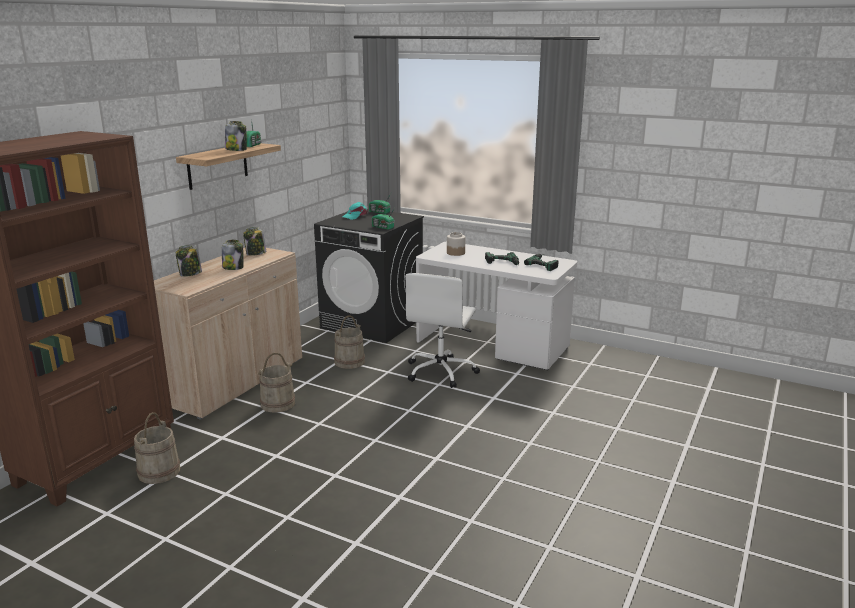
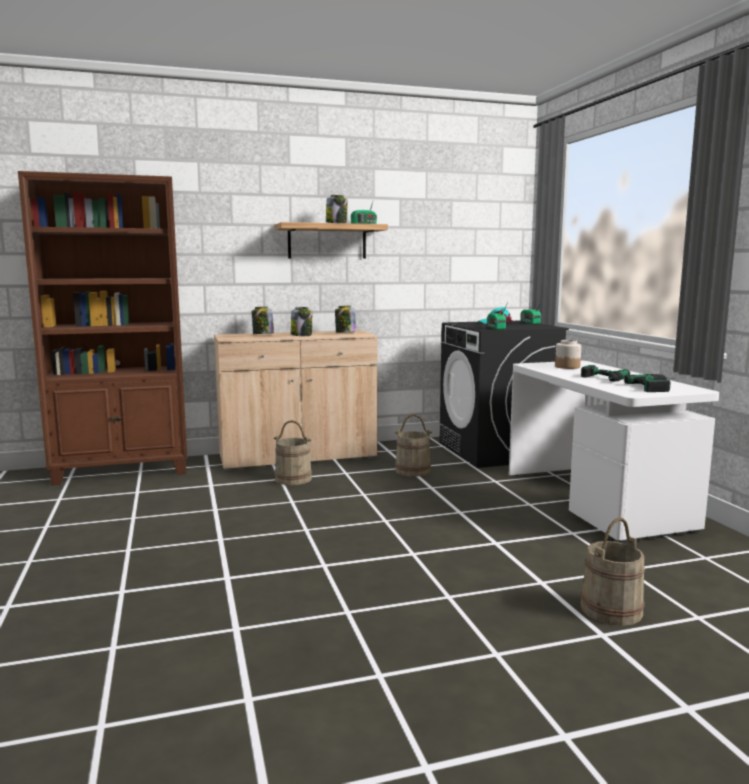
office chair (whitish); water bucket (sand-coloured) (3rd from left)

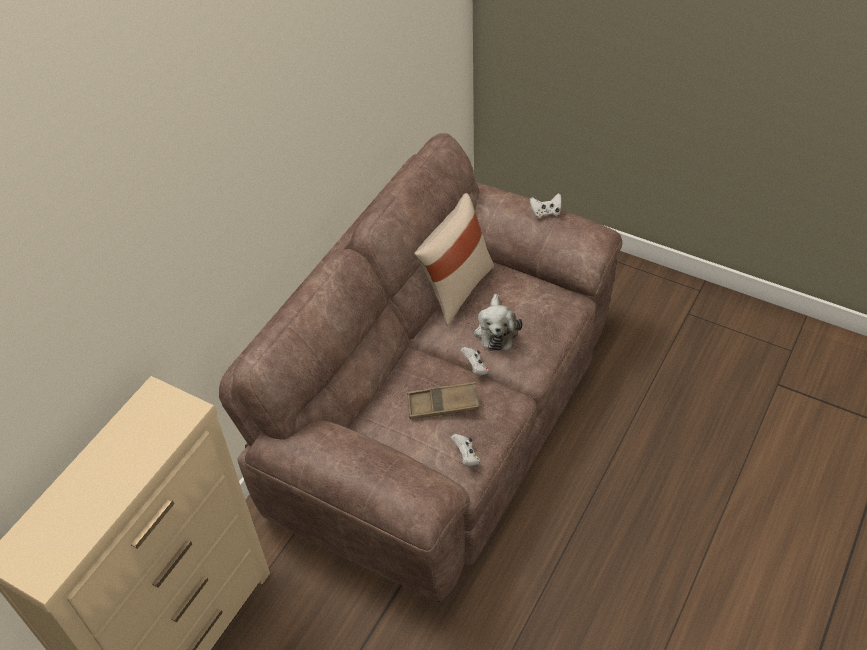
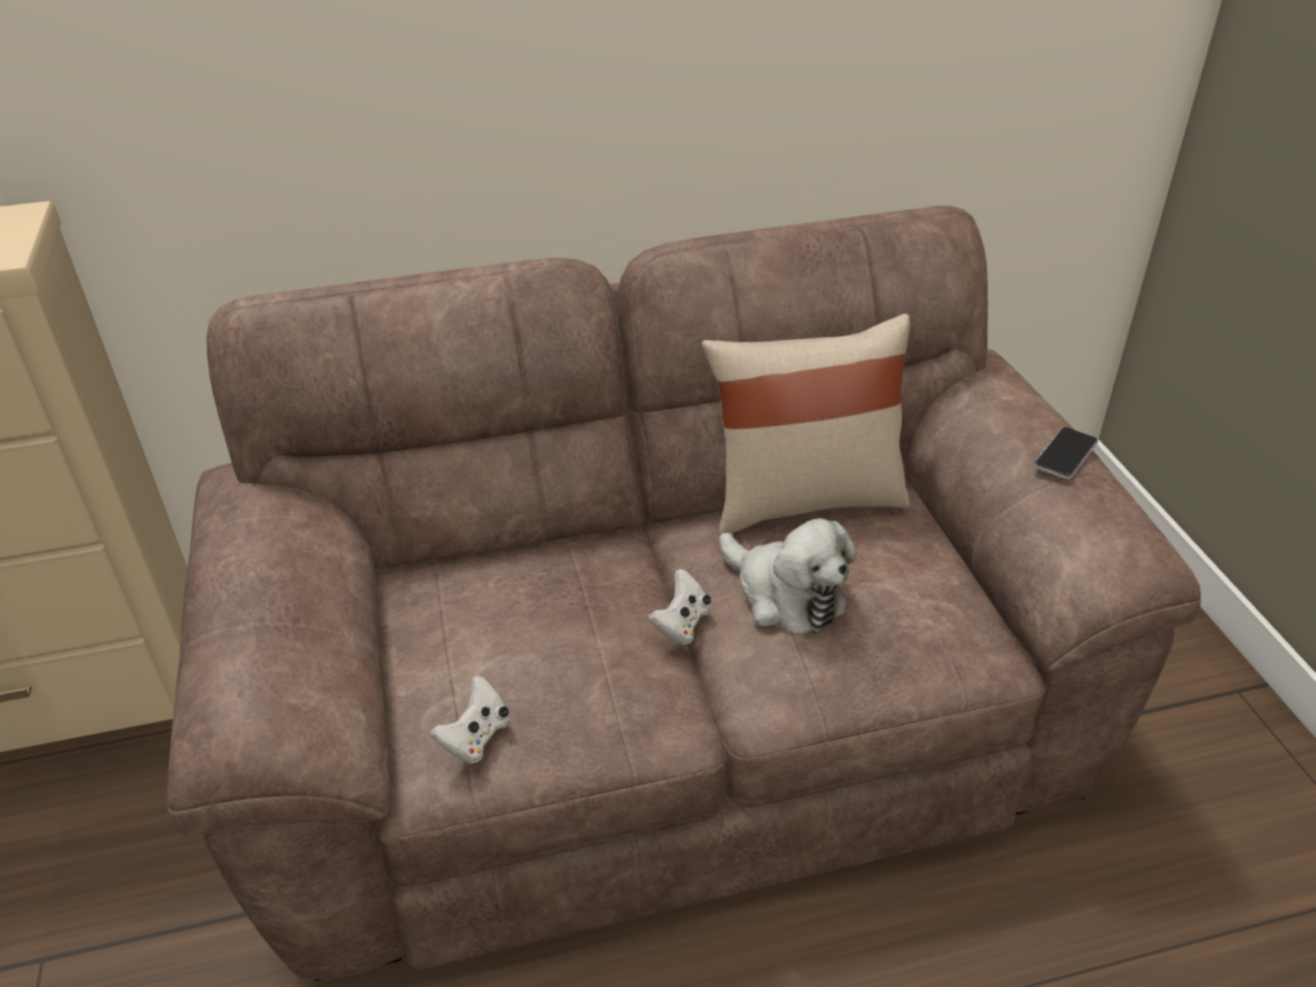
phone; soft toy; carrying tray (brown-coloured)

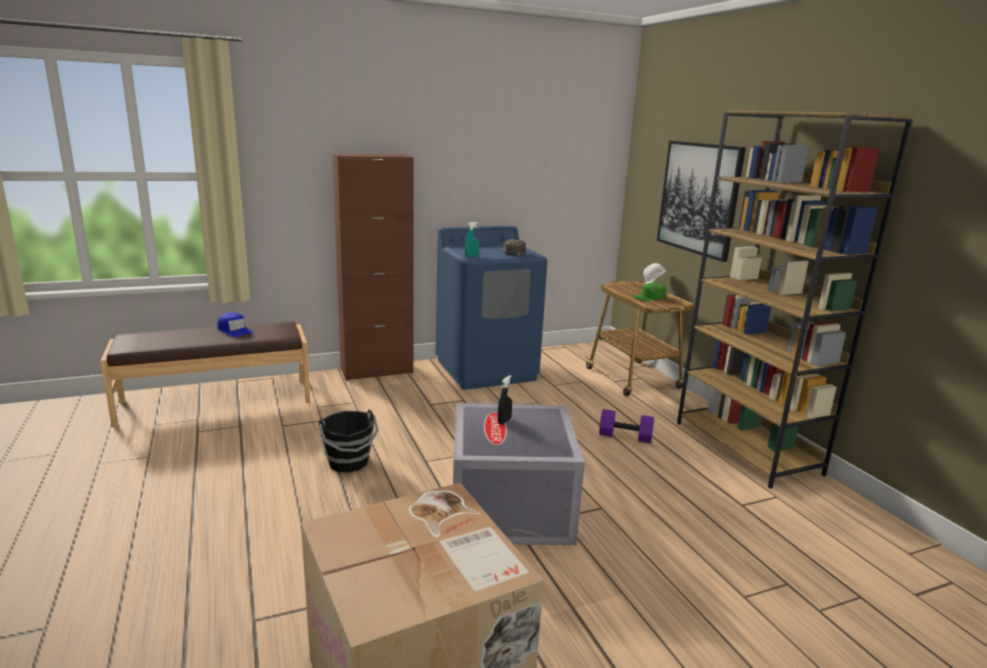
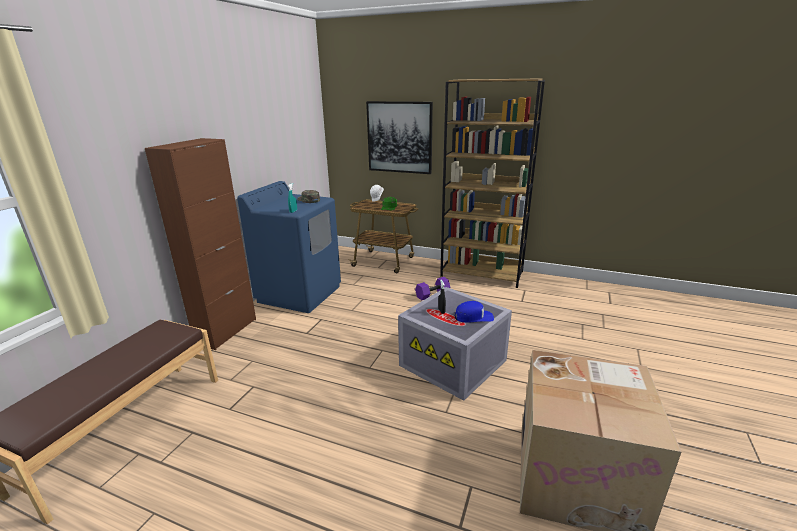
cap (bluish); water bucket (blackish)

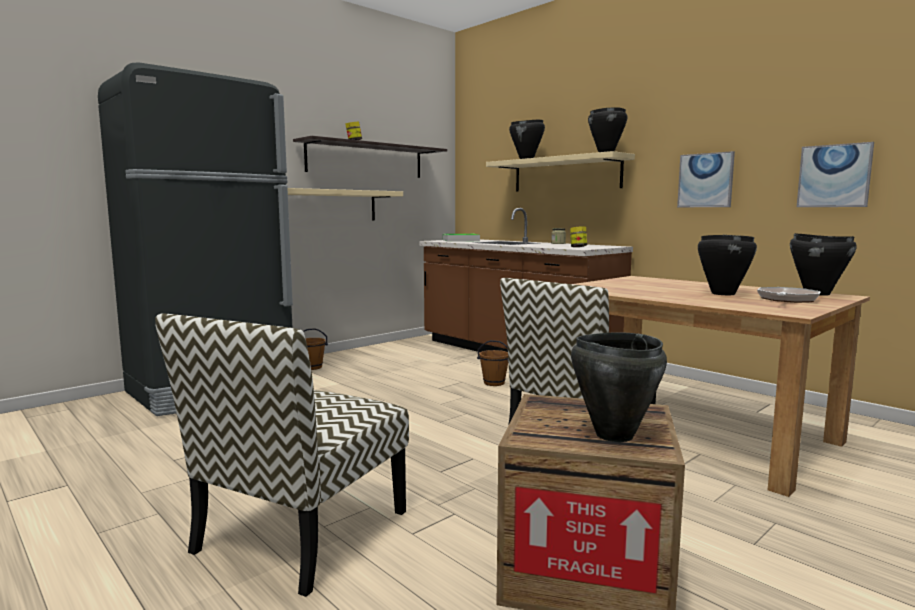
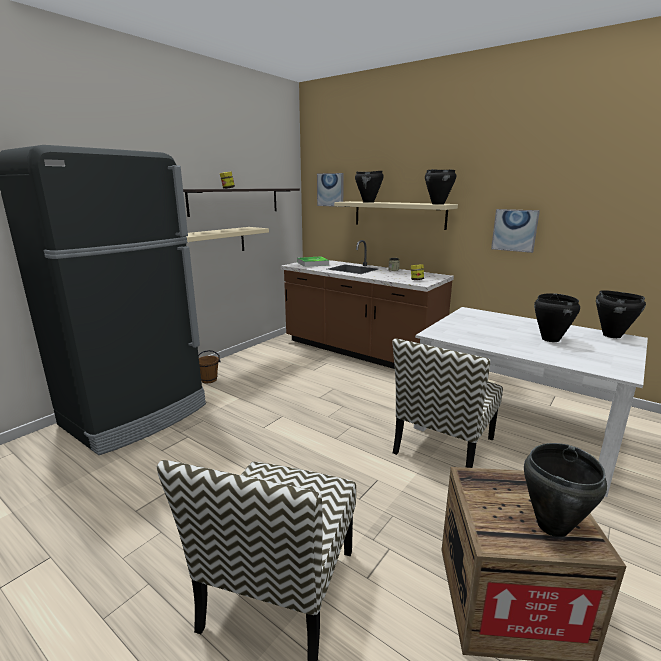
picture (1st from left); dining table (whitish); pan; water bucket (brown-coloured) (2nd from left in the first image)

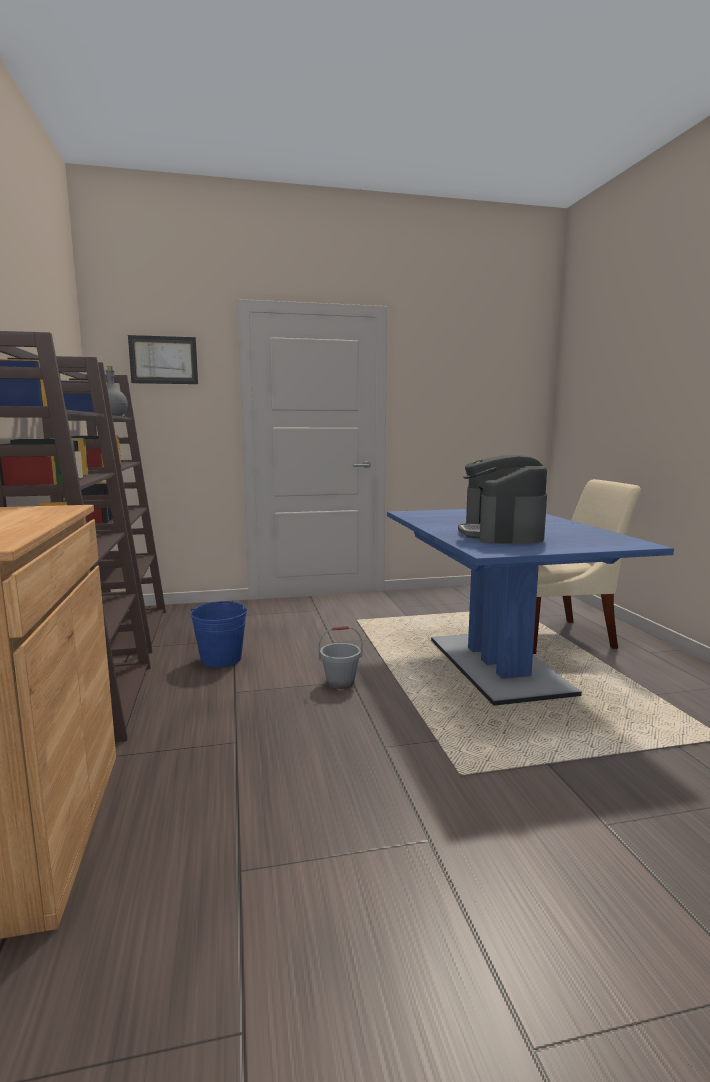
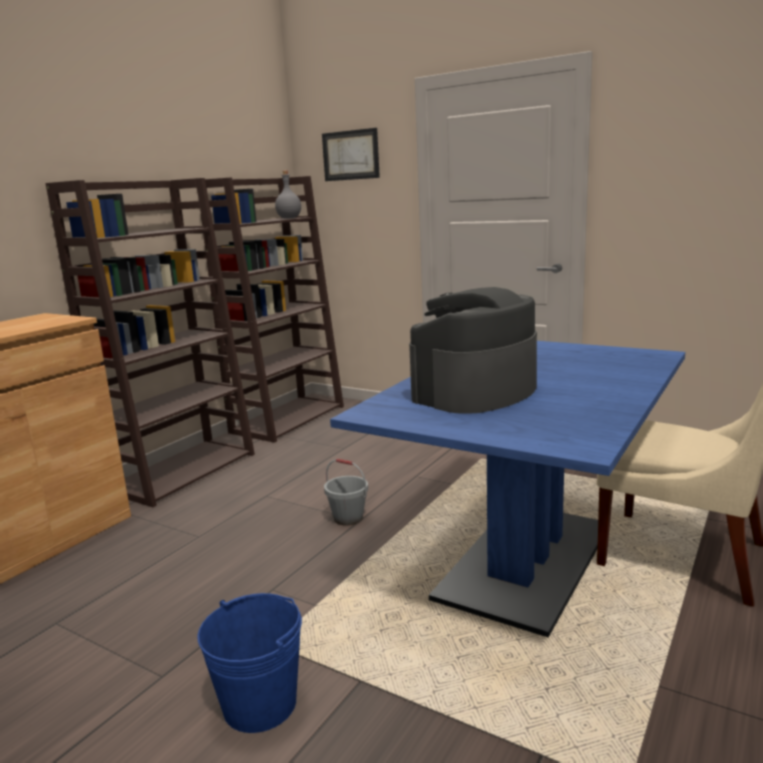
water bucket (bluish)

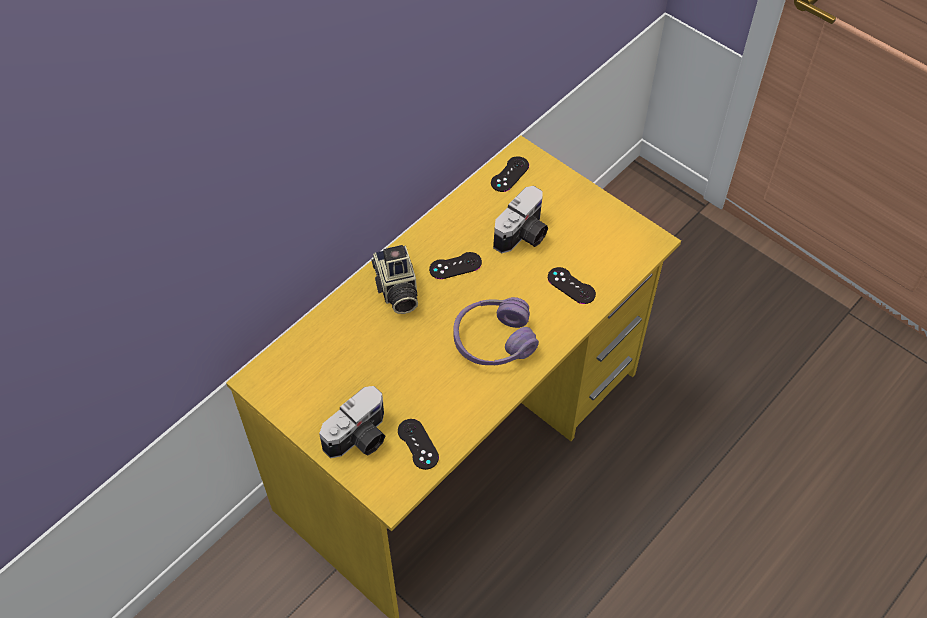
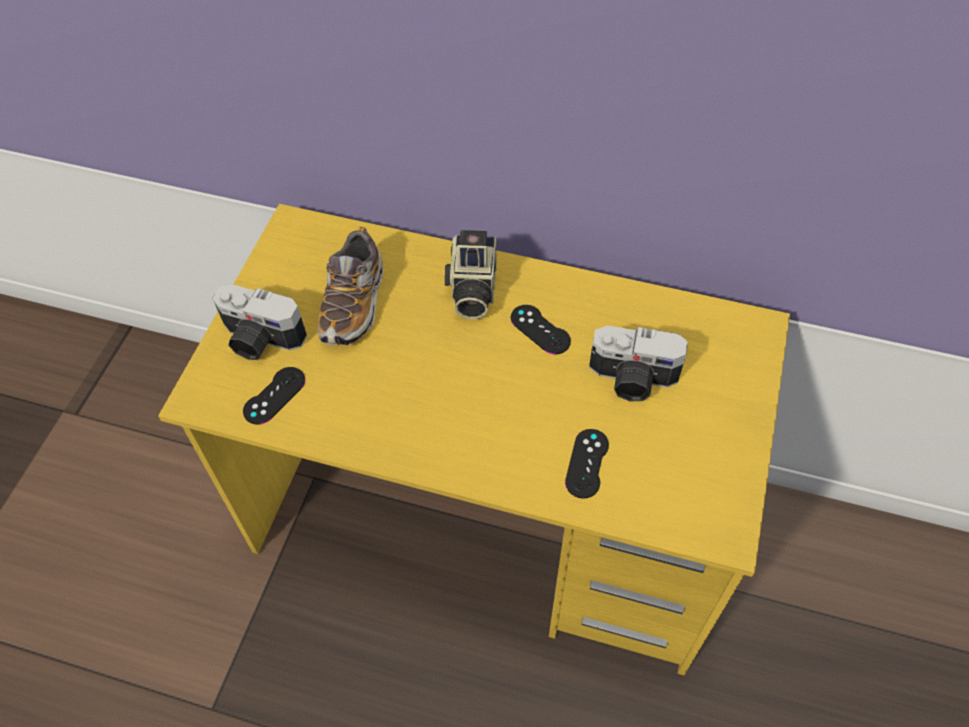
game controller (blackish) (3rd from left in the first image); still camera (2nd from left); headphones (purplish); low shoe

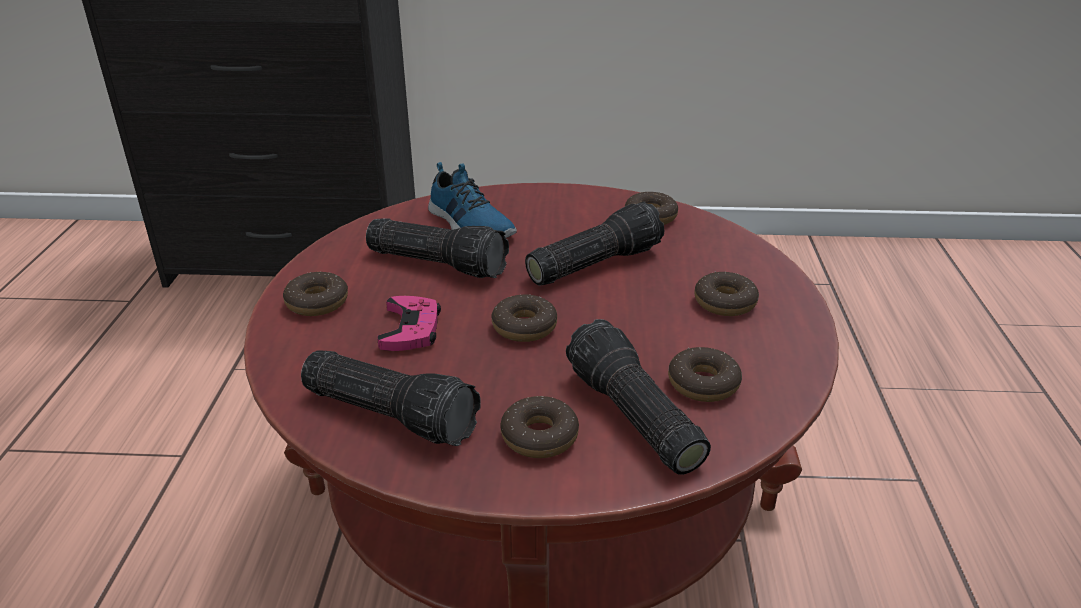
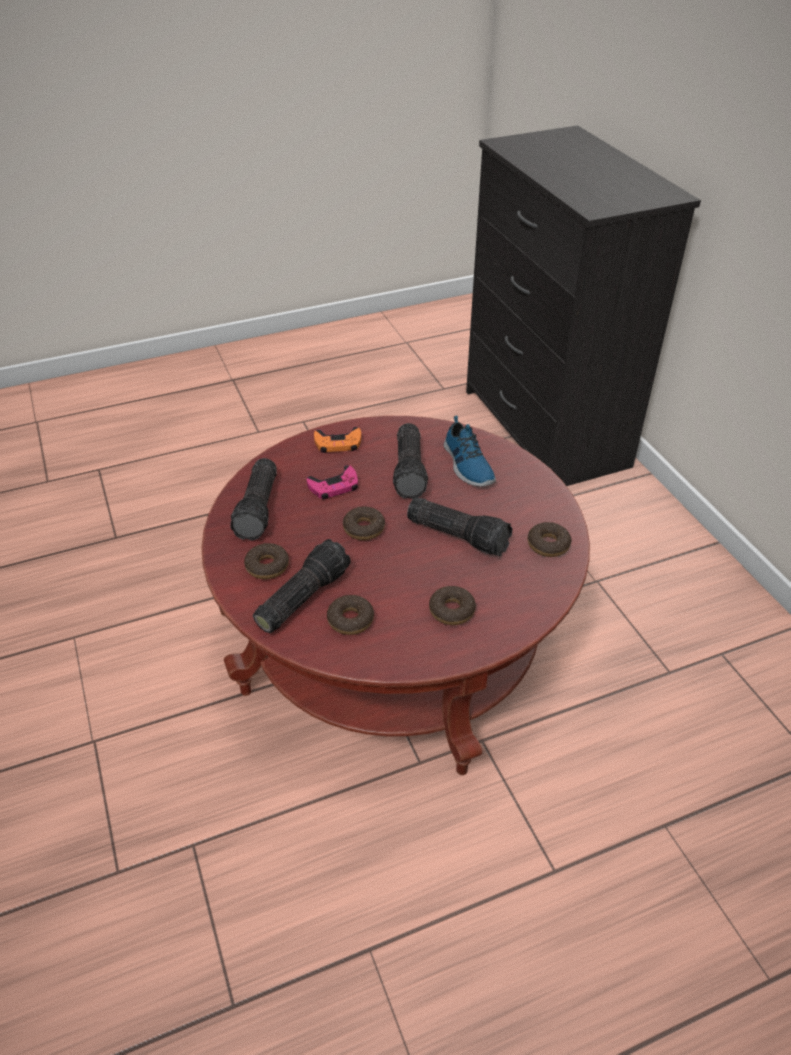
low shoe; game controller (orangey)

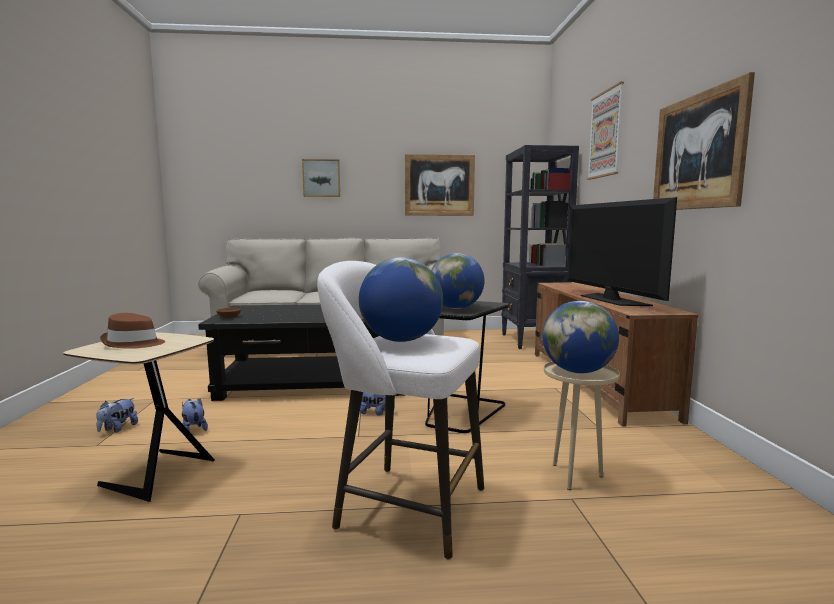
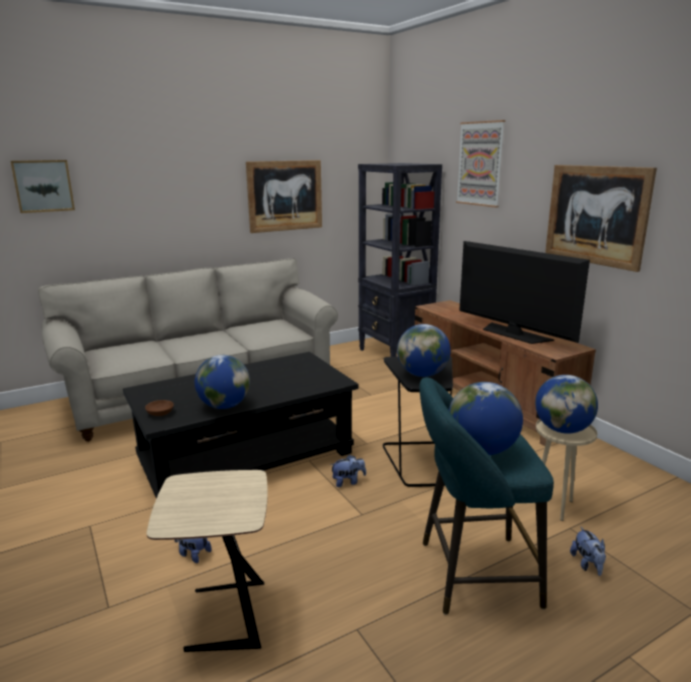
picture (1st from left); stool (turquoise); clothing hat (brown-coloured); soft toy (3rd from left); desk globe (1st from left)

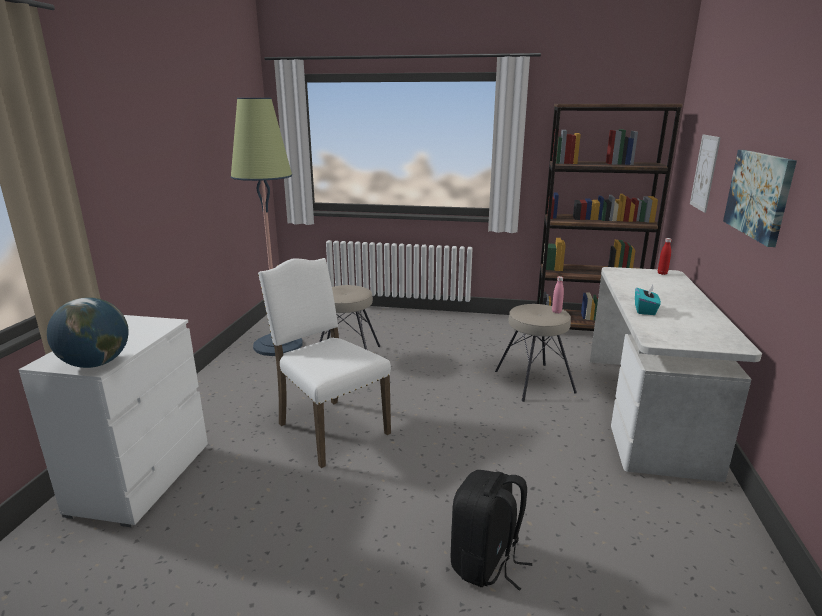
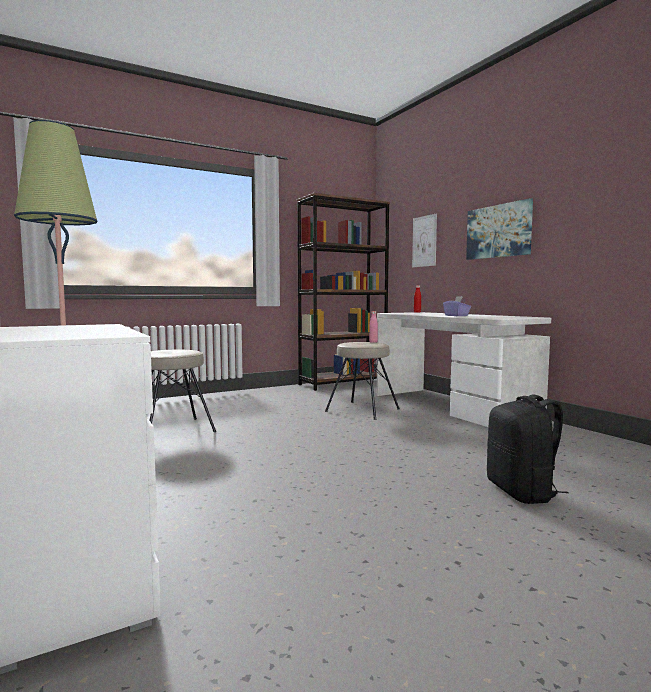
upright chair (whitish); box of tissues (purplish); desk globe

